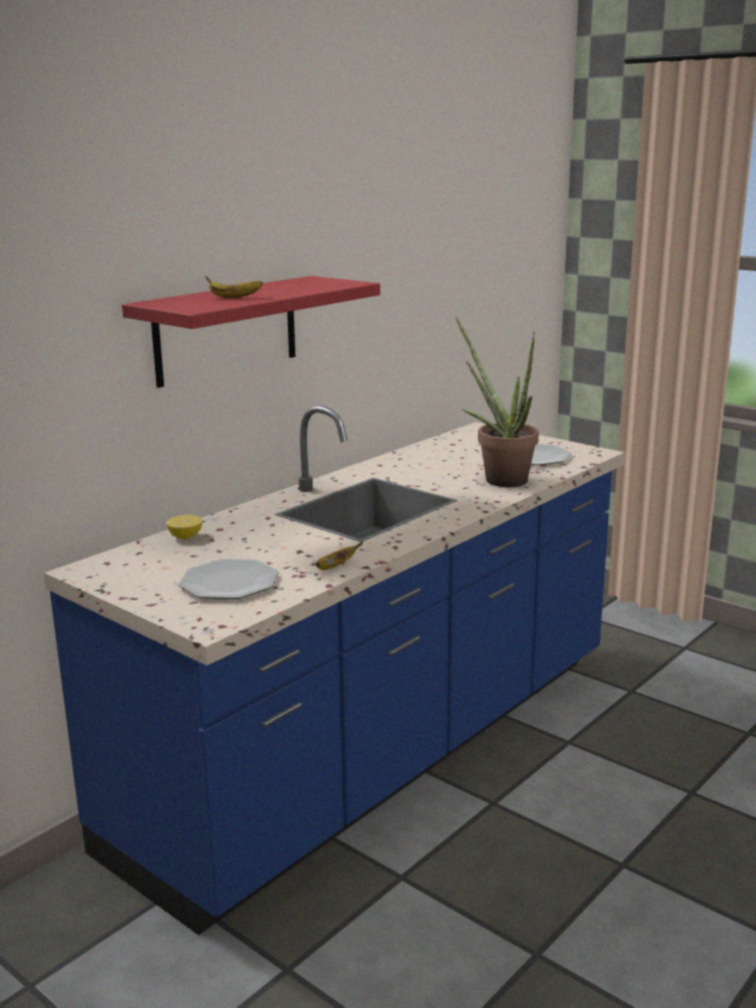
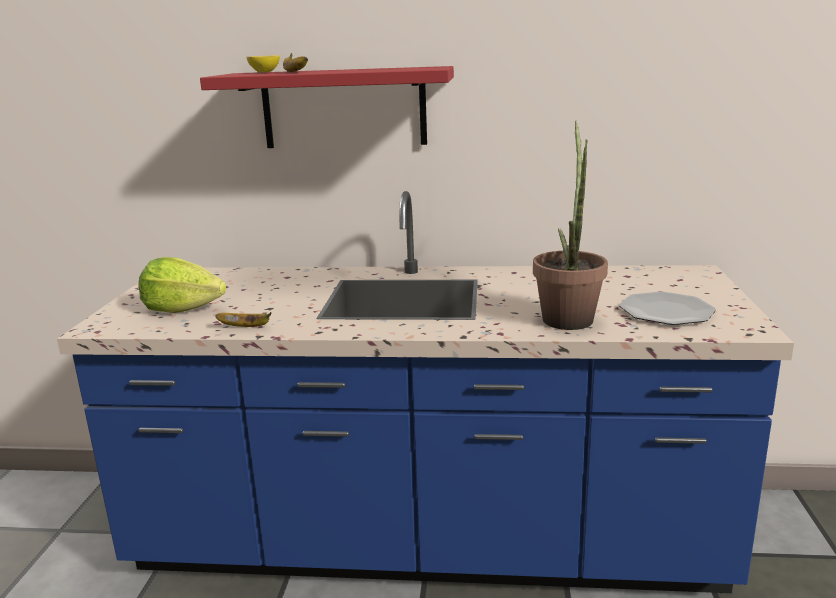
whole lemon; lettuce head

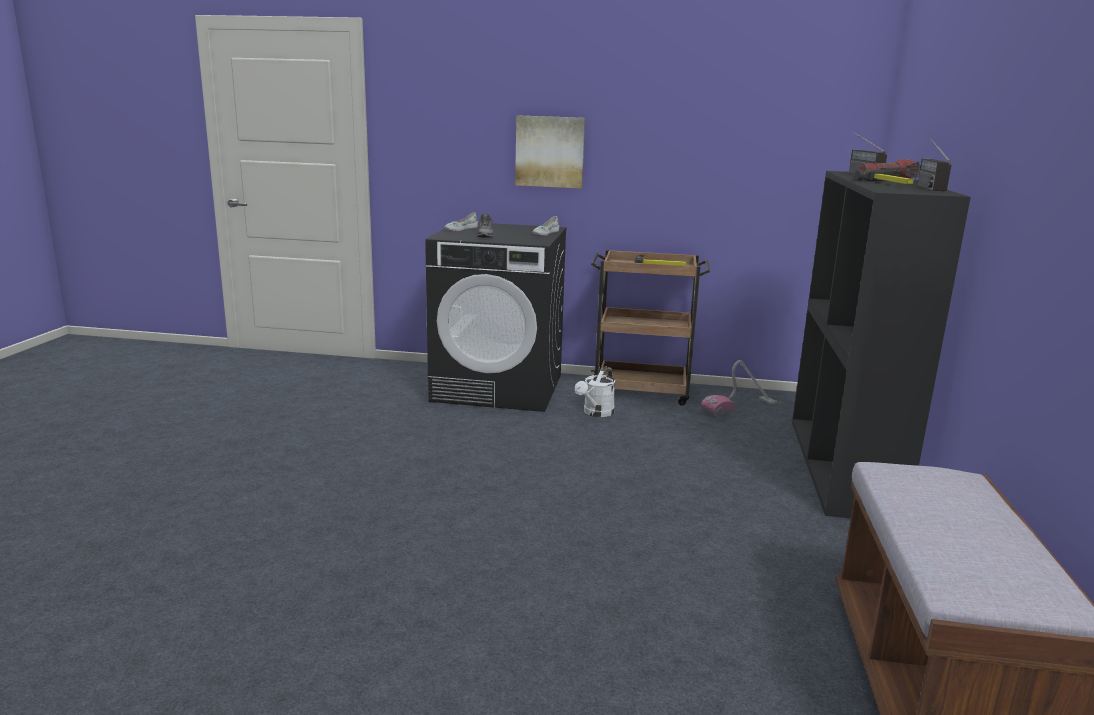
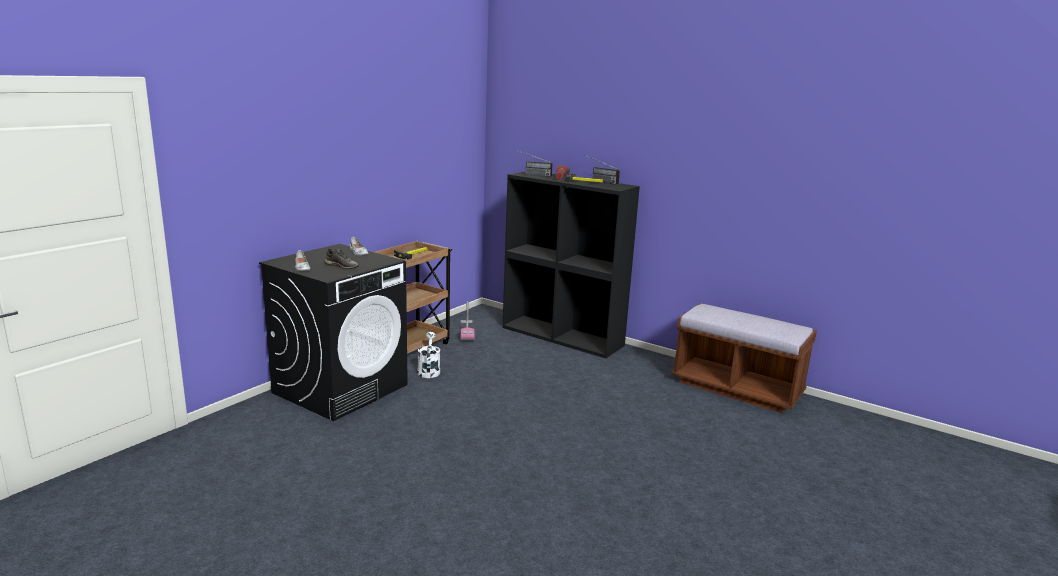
picture; watering pot (whitish)

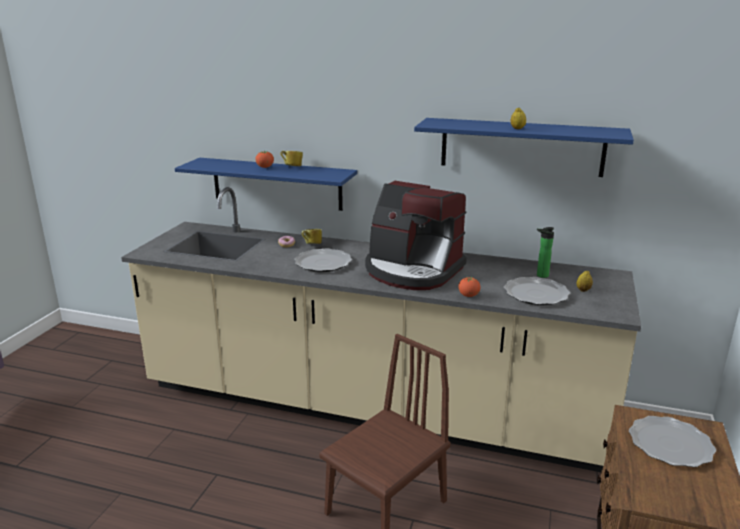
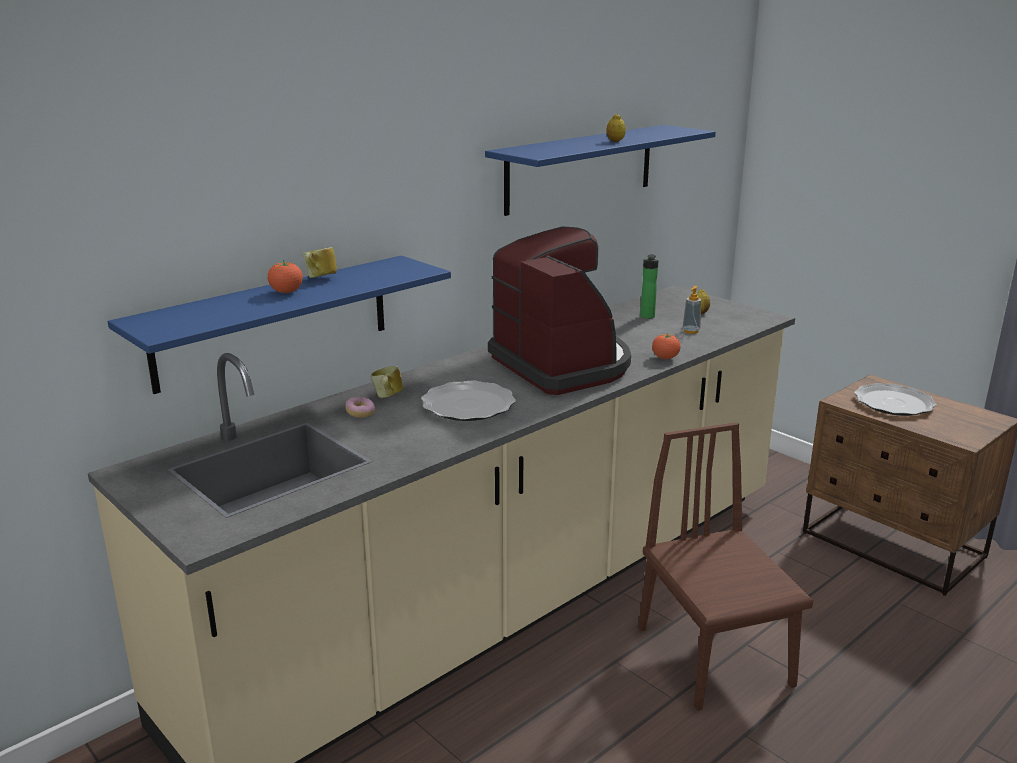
coffee machine; liquid soap bottle

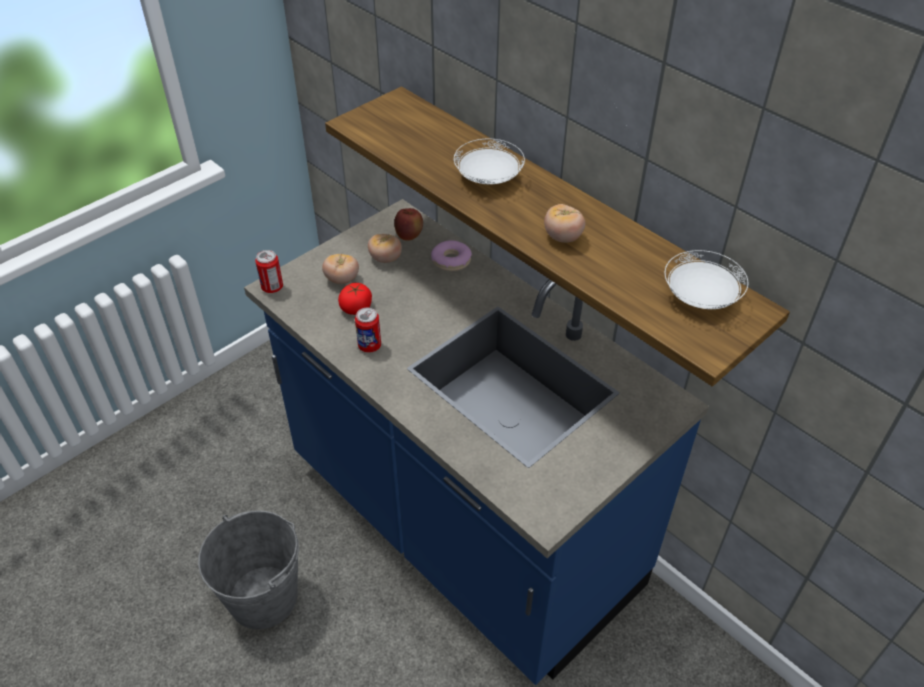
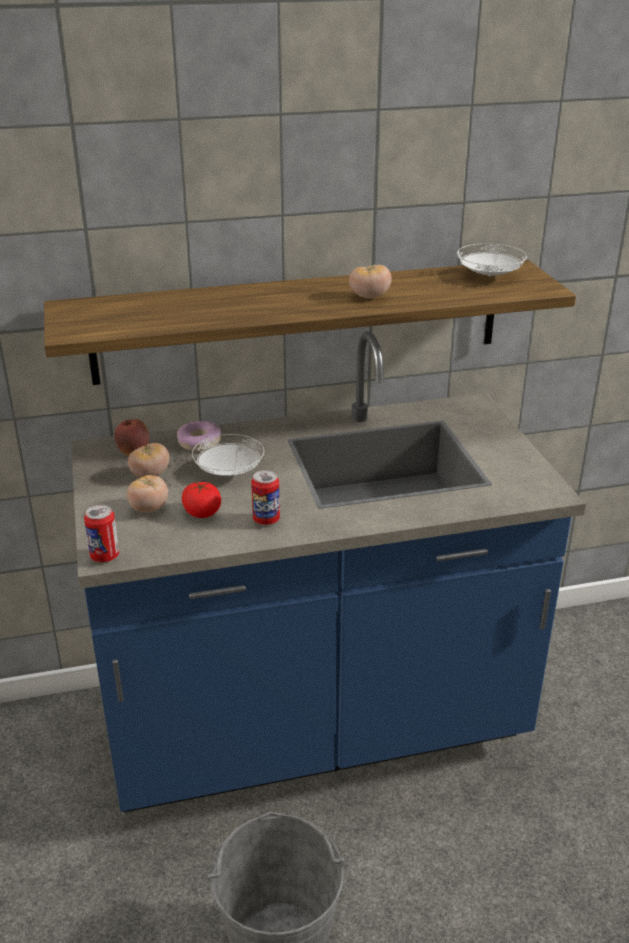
flat dish (whitish) (1st from left)

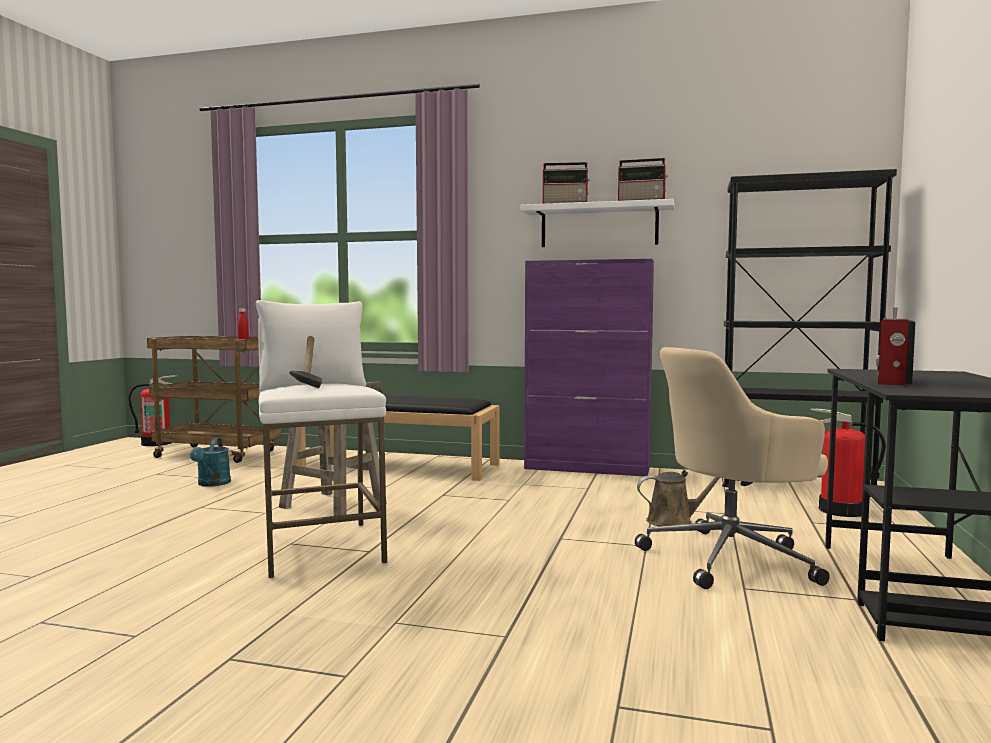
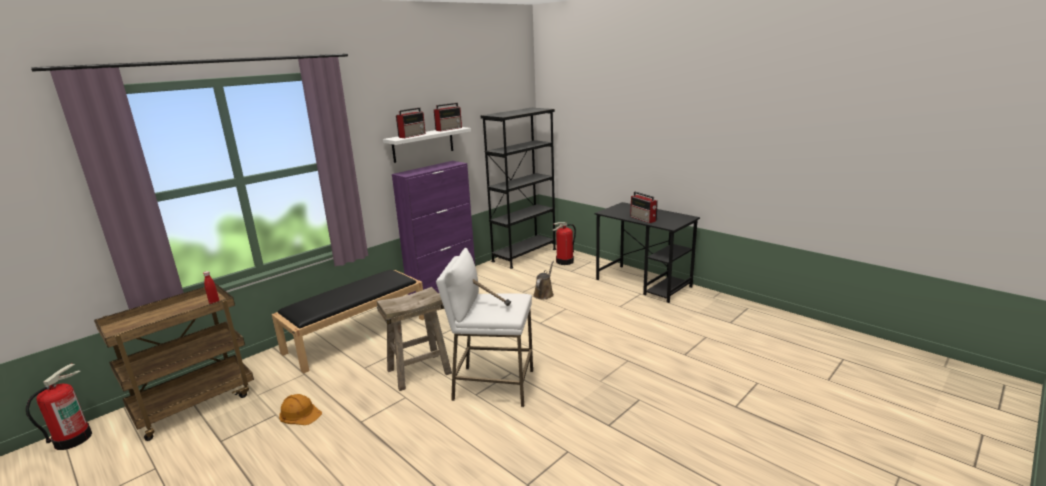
office chair (sand-coloured); work helmet (orangey)

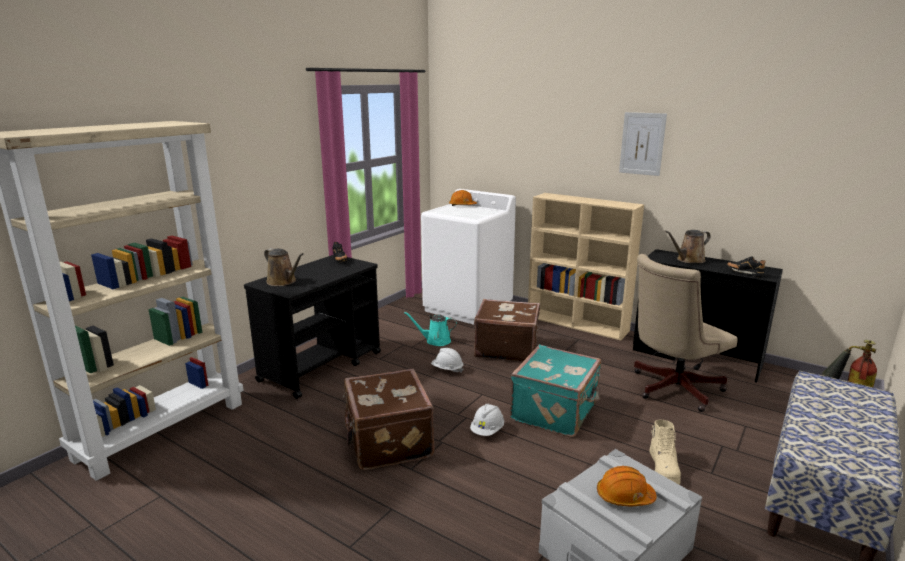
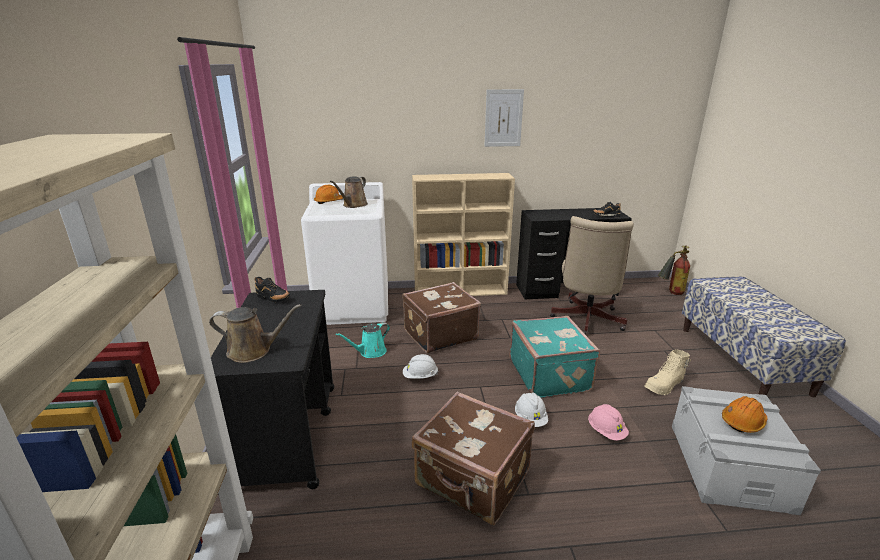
watering pot (brown-coloured) (2nd from left); tall boot (sand-coloured); work helmet (pinkish)

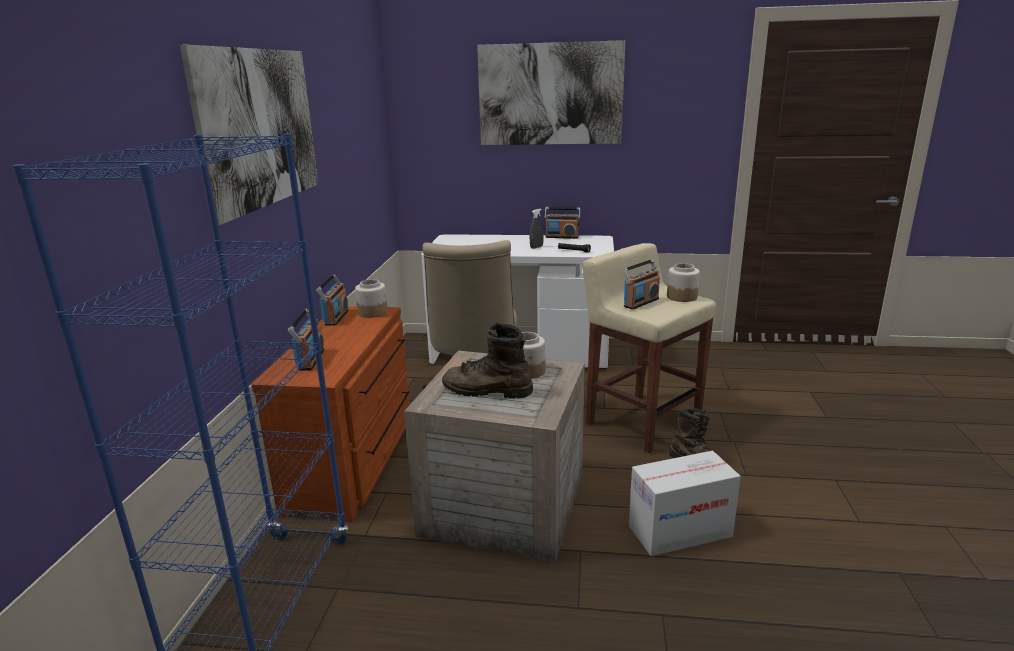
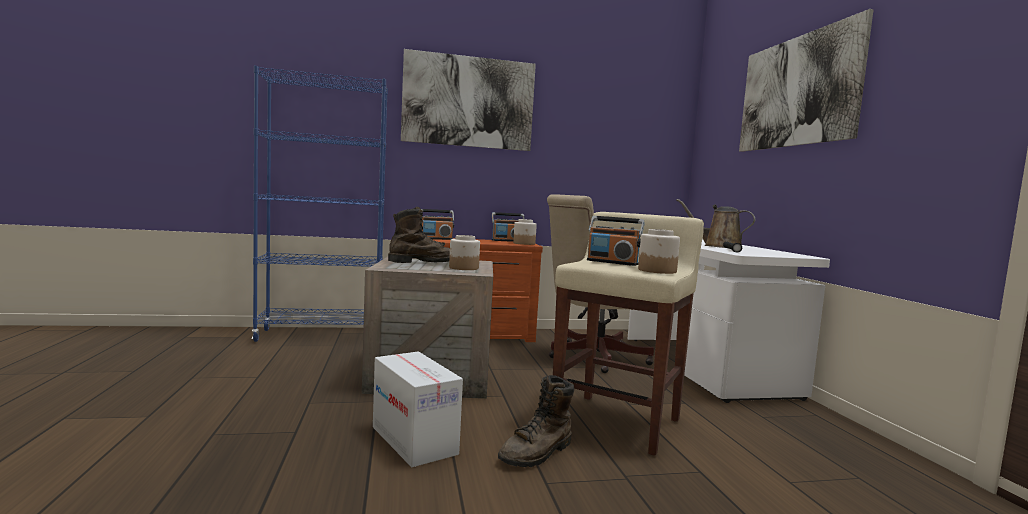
radio (3rd from left in the first image); watering pot (brown-coloured); tall boot (brown-coloured) (1st from left)

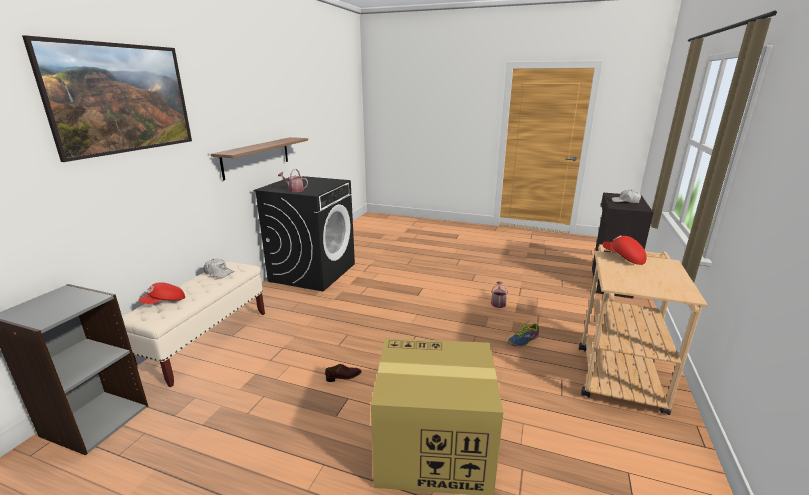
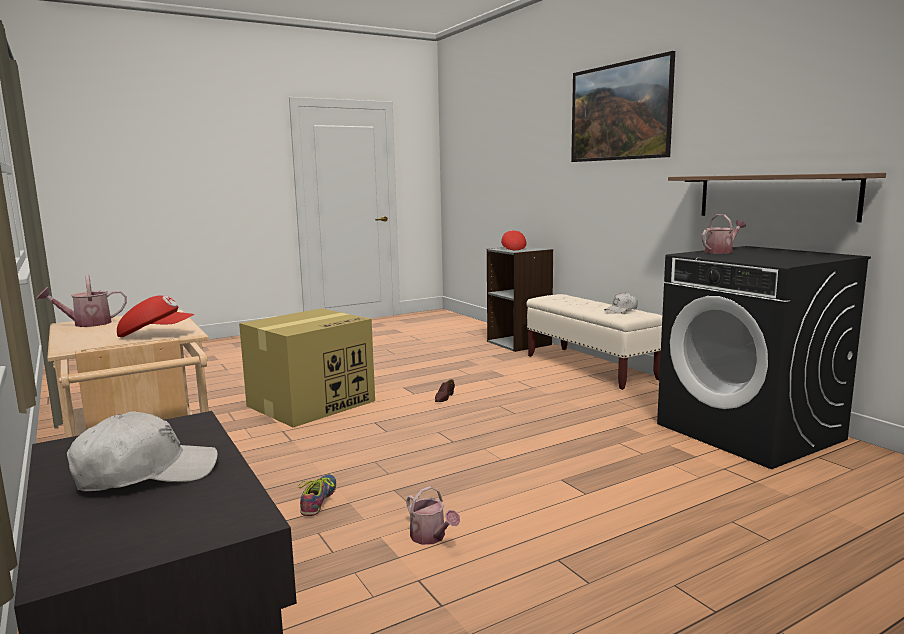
cap (reddish) (2nd from left); watering pot (1st from left)

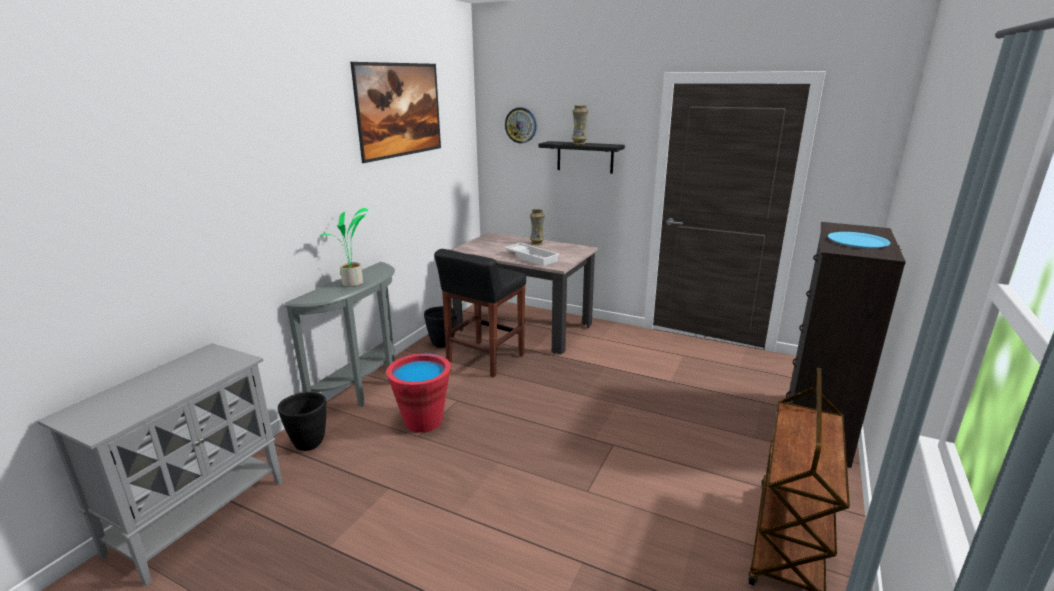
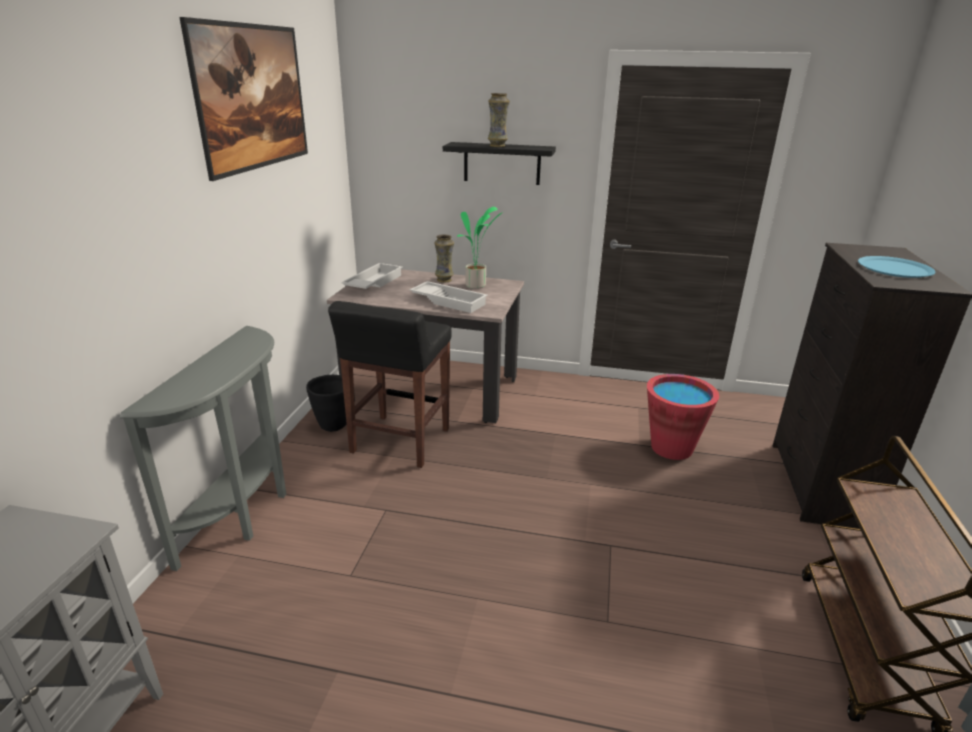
wall clock; plant in a pot; water bucket (reddish); plant pot (blackish) (1st from left in the first image); carrying tray (whitish) (1st from left)

